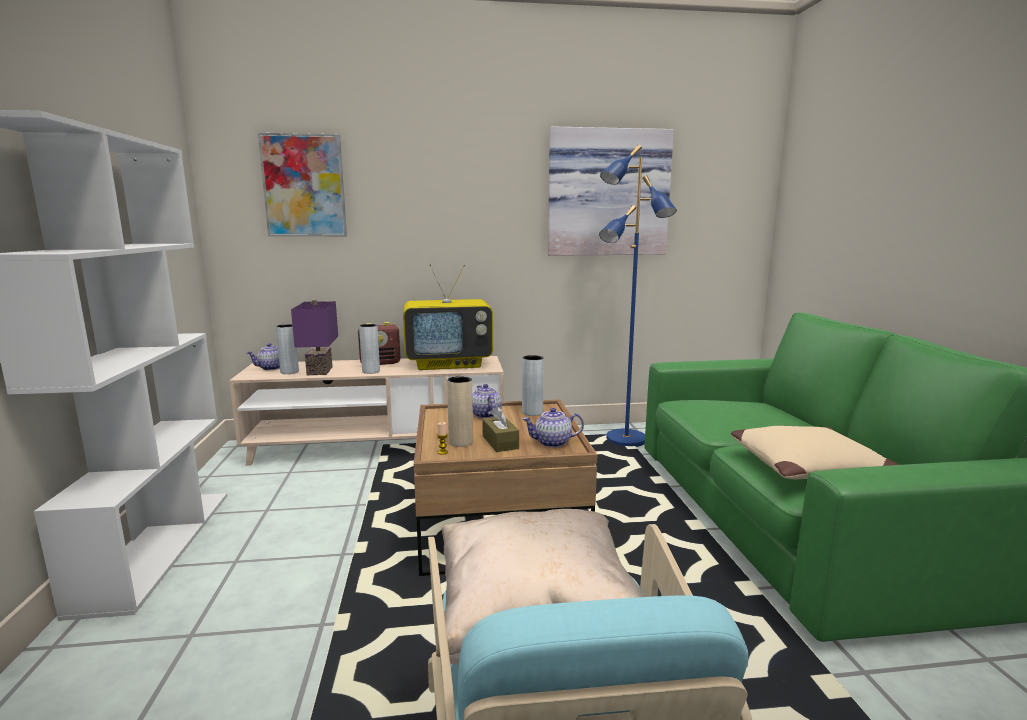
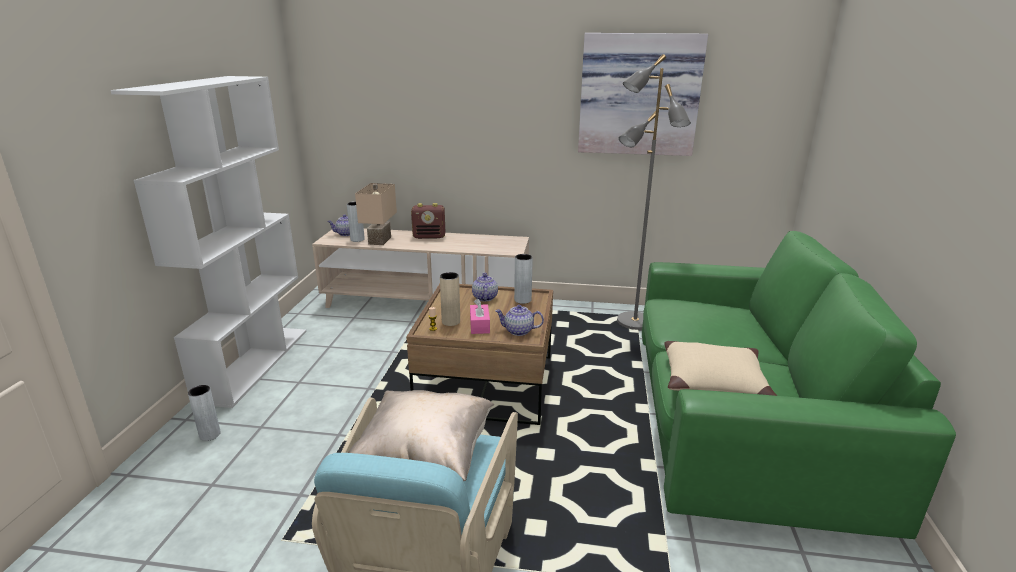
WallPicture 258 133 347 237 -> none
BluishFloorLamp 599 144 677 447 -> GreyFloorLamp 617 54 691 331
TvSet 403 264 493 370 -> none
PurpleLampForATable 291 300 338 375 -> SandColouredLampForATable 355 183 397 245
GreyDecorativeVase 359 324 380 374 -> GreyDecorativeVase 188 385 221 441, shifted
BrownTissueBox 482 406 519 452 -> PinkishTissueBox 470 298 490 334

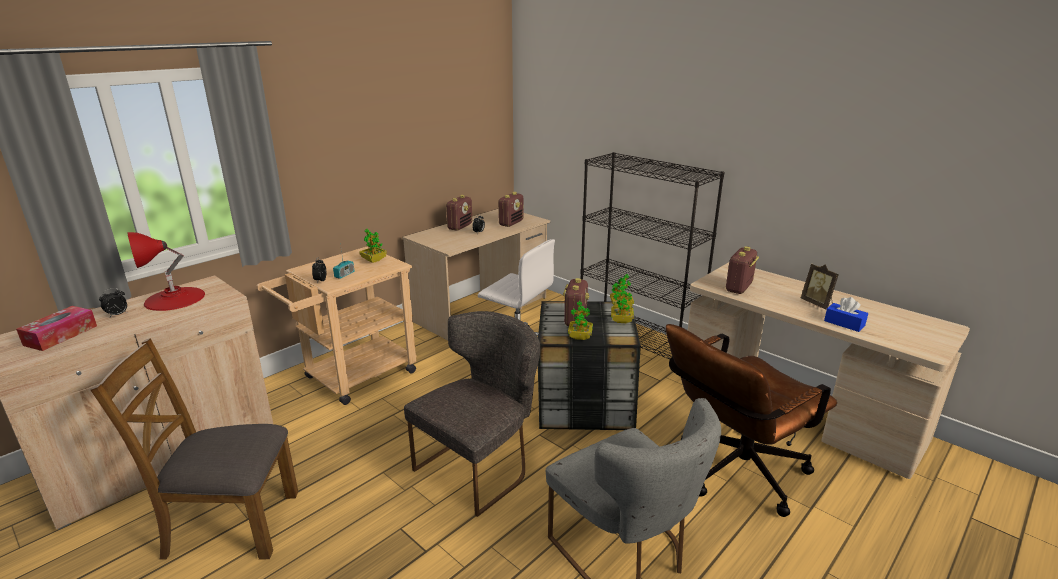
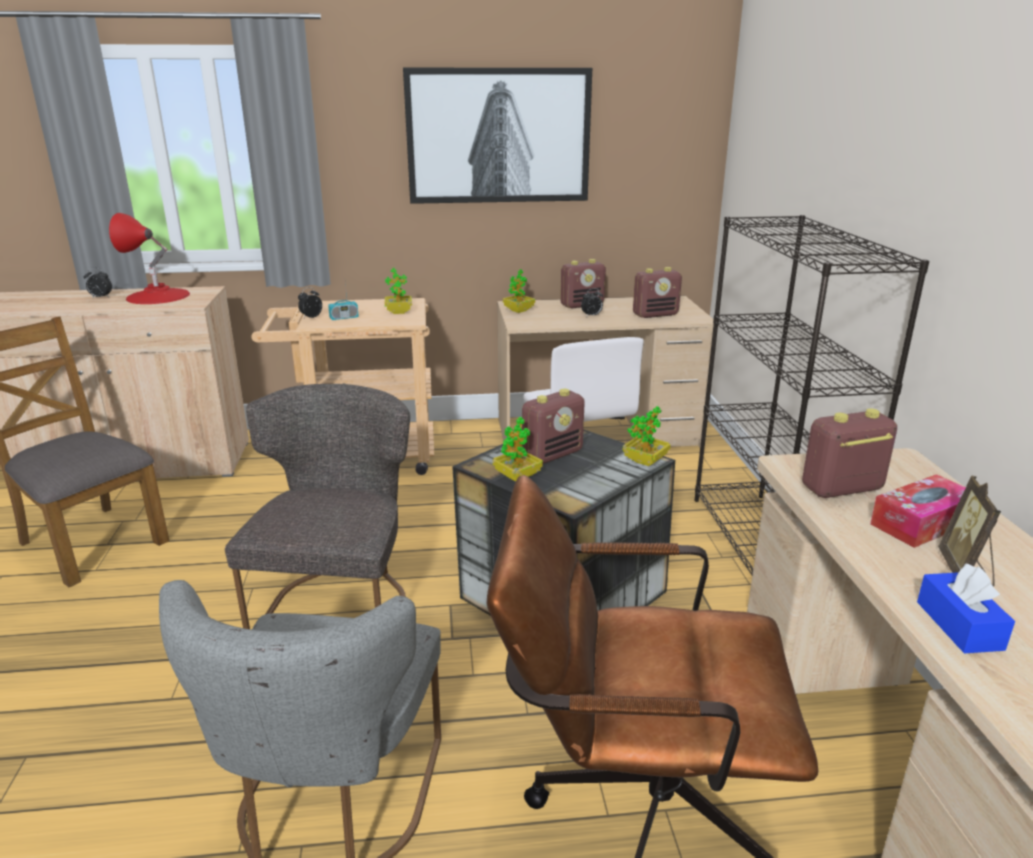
PlantInAPot 611 286 634 323 -> PlantInAPot 503 269 535 313, shifted
TissueBox 16 306 97 351 -> TissueBox 870 474 966 548, shifted
GreyUprightChair 404 311 540 517 -> GreyUprightChair 225 383 410 629, 75 degrees counterclockwise
none -> WallPicture 403 68 592 204

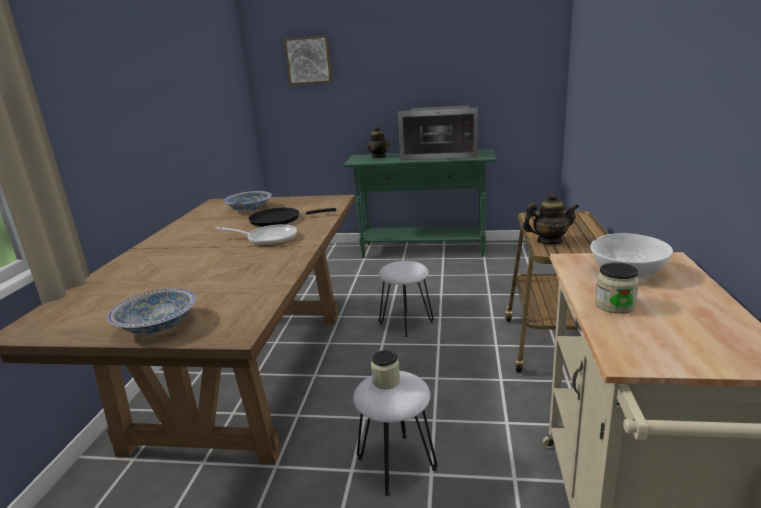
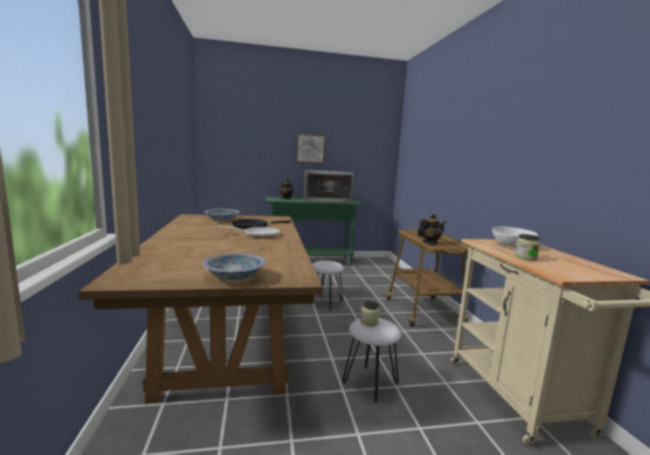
WallPicture 284 36 332 85 -> WallPicture 296 134 325 163, shifted

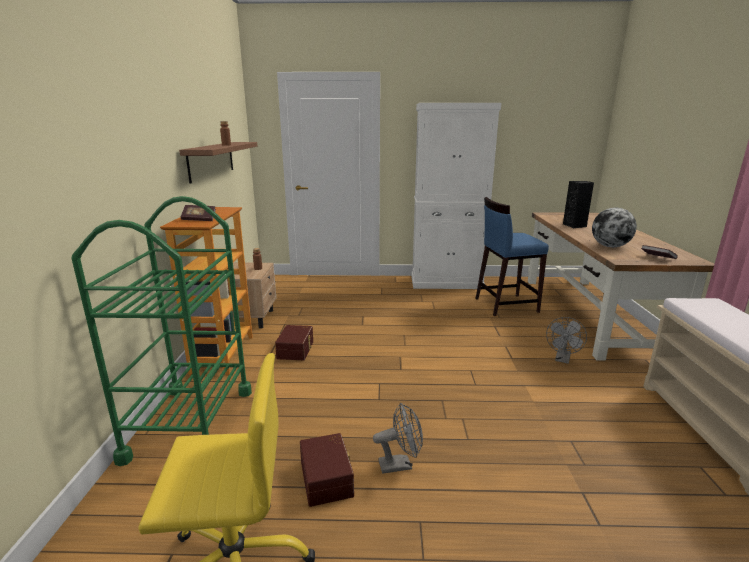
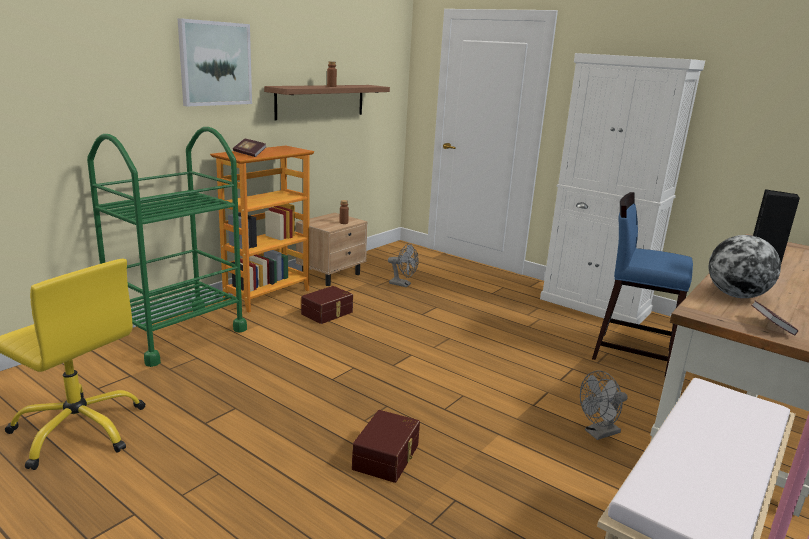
GreyCoolingFan 373 403 423 474 -> GreyCoolingFan 388 243 419 287, shifted
BrownStorageBin 300 433 354 507 -> BrownStorageBin 352 410 420 483, shifted
none -> WallPicture 178 18 252 107

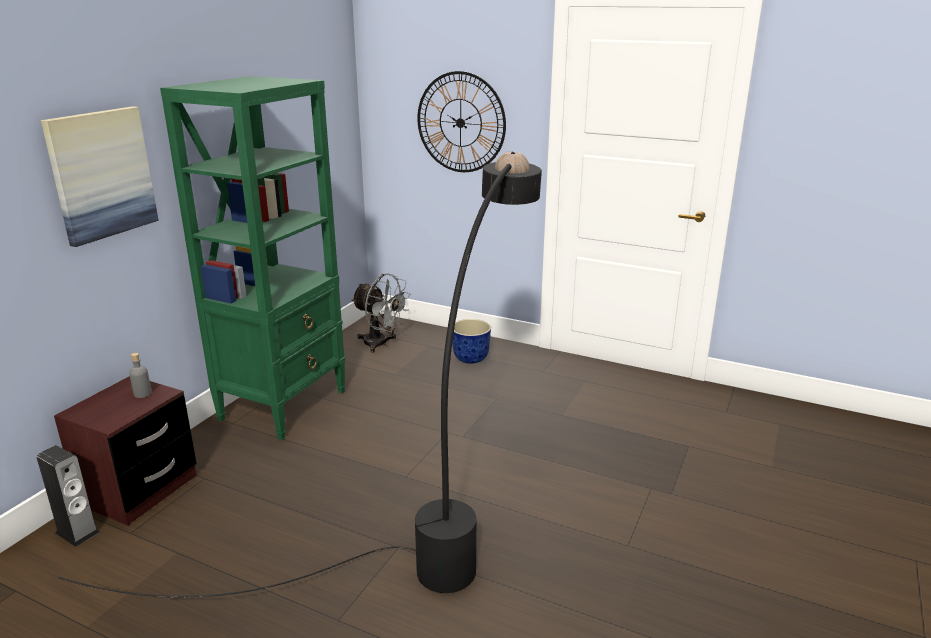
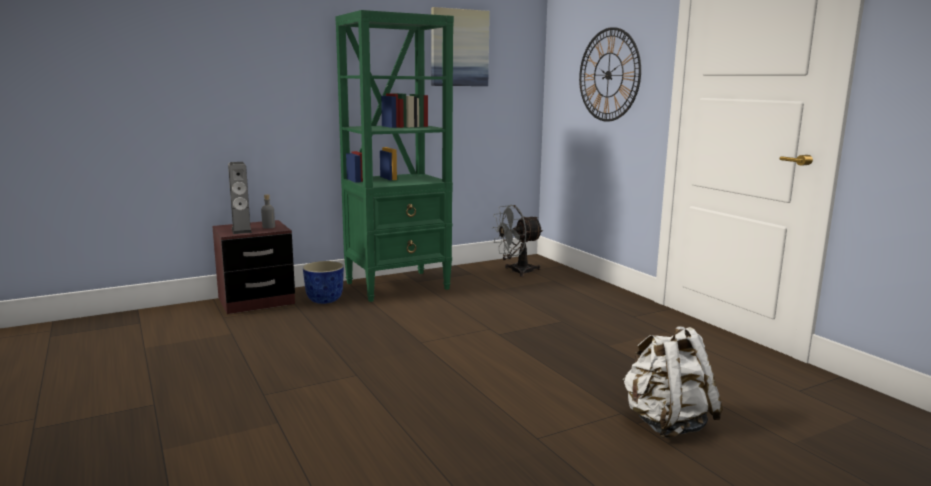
WallPicture 41 106 159 247 -> WallPicture 431 7 490 86, shifted
BlackFloorLamp 58 152 542 597 -> none
GreyCoolingFan 351 273 410 353 -> GreyCoolingFan 492 205 543 277, 90 degrees clockwise
FlowerPot 452 319 491 364 -> FlowerPot 303 261 344 304, shifted
Speaker 36 445 100 547 -> Speaker 228 162 252 234, shifted
none -> WhitishBackpack 623 326 723 438

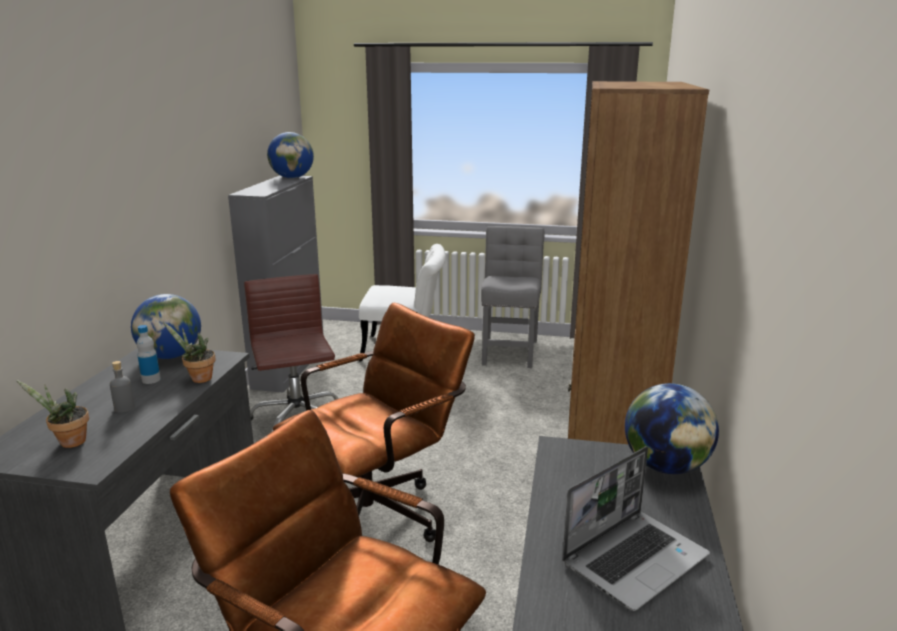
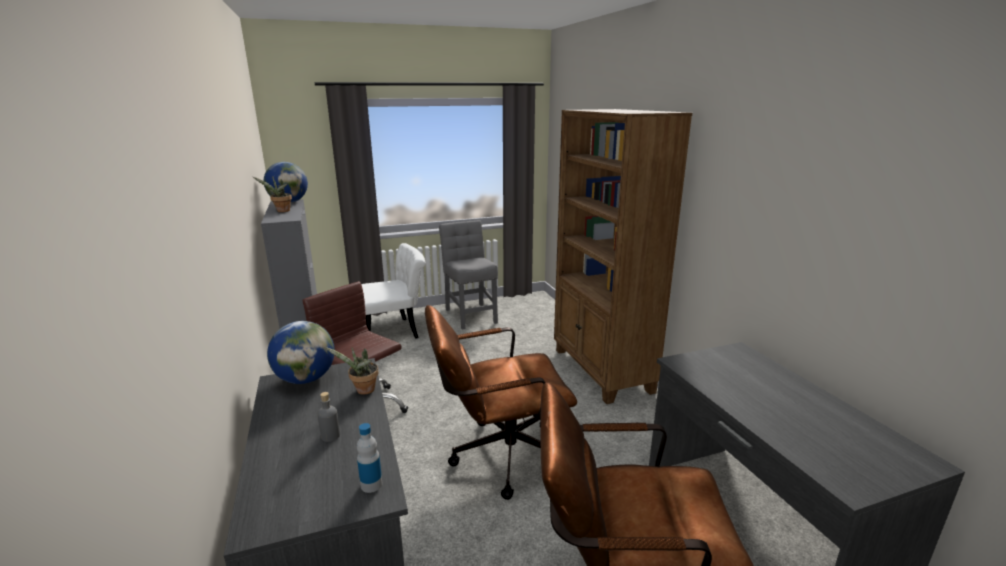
BrownOfficeChair 273 303 475 542 -> BrownOfficeChair 425 305 577 500, 120 degrees counterclockwise
Bottle 137 325 161 384 -> Bottle 357 423 382 493, shifted
PlantInAPot 17 380 89 448 -> PlantInAPot 253 176 292 212, shifted
DeskGlobe 625 383 719 474 -> none
Laptop 562 446 710 611 -> none

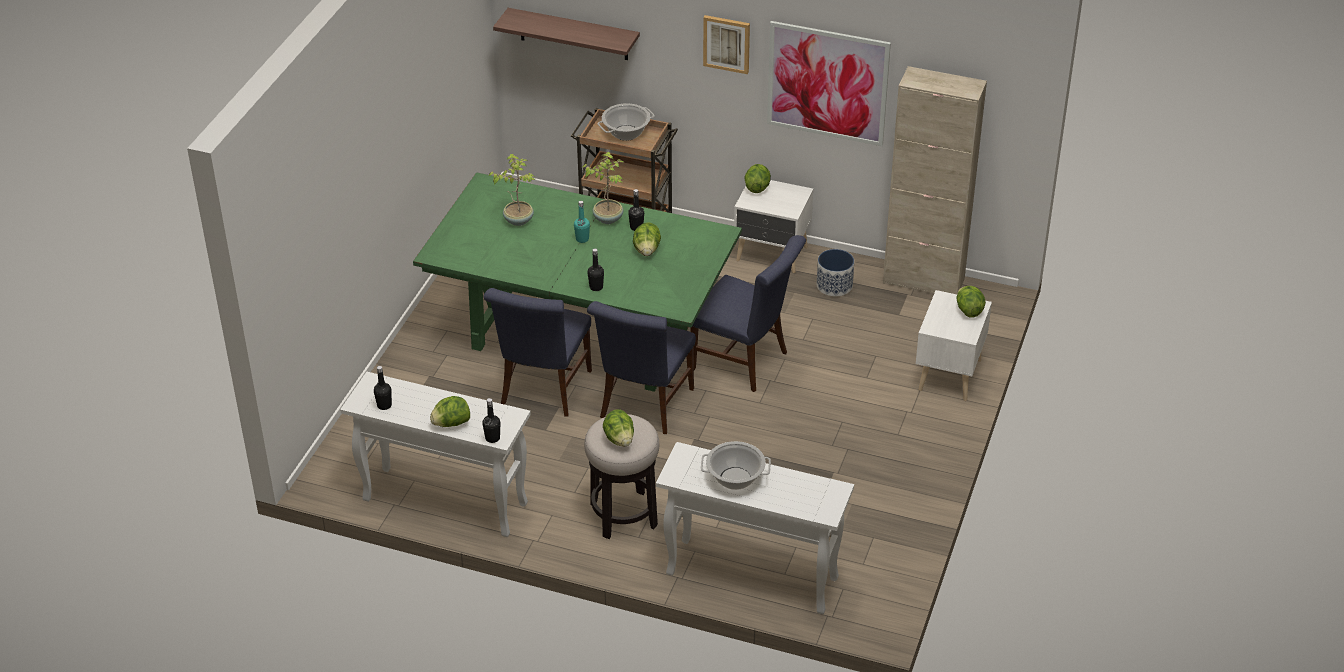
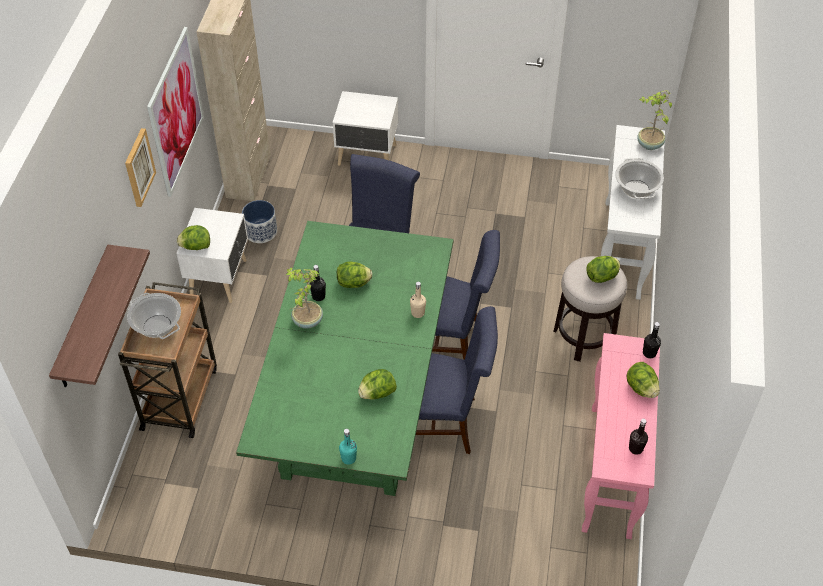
PlantInAPot 489 154 535 226 -> PlantInAPot 637 90 672 150, shifted
TurquoiseBottle 574 201 590 243 -> TurquoiseBottle 339 429 357 465, shifted
BlackBottle 587 248 604 291 -> SandColouredBottle 410 282 426 318
LettuceHead 956 286 986 317 -> LettuceHead 358 369 397 399, shifted
WhitishHallTable 340 372 531 537 -> PinkishHallTable 582 333 660 539

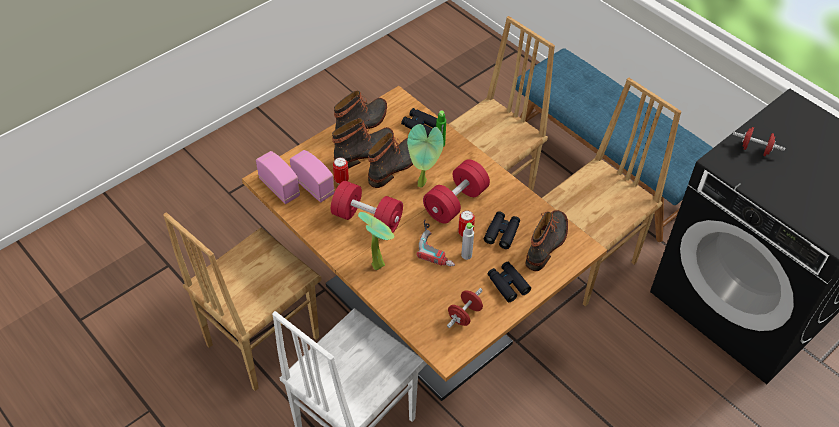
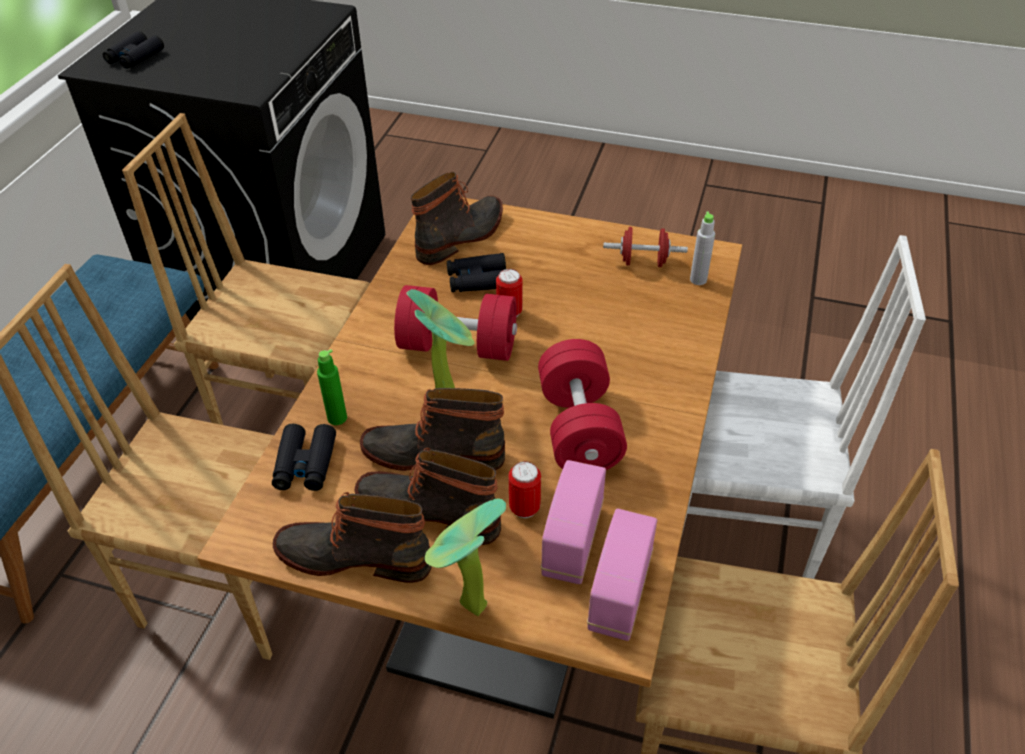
RedFreeWeight 733 127 785 156 -> none
TallBoot 525 210 568 271 -> TallBoot 411 172 503 265, 135 degrees clockwise
PlantInAPot 358 212 394 270 -> PlantInAPot 425 499 506 616, shifted
PowerDrill 417 219 455 267 -> none
GreyBottle 461 223 474 260 -> GreyBottle 690 212 715 285, shifted
BlackPairOfBinoculars 488 262 531 302 -> BlackPairOfBinoculars 103 31 164 69, shifted

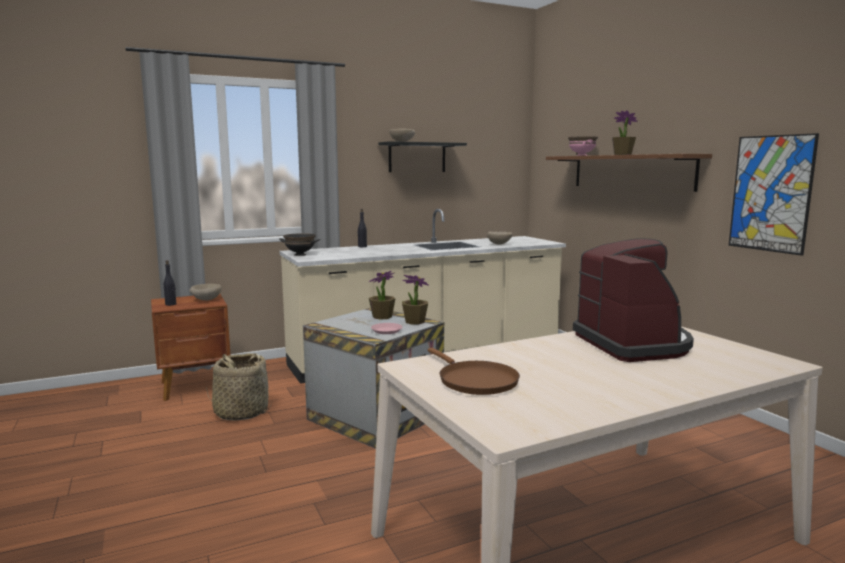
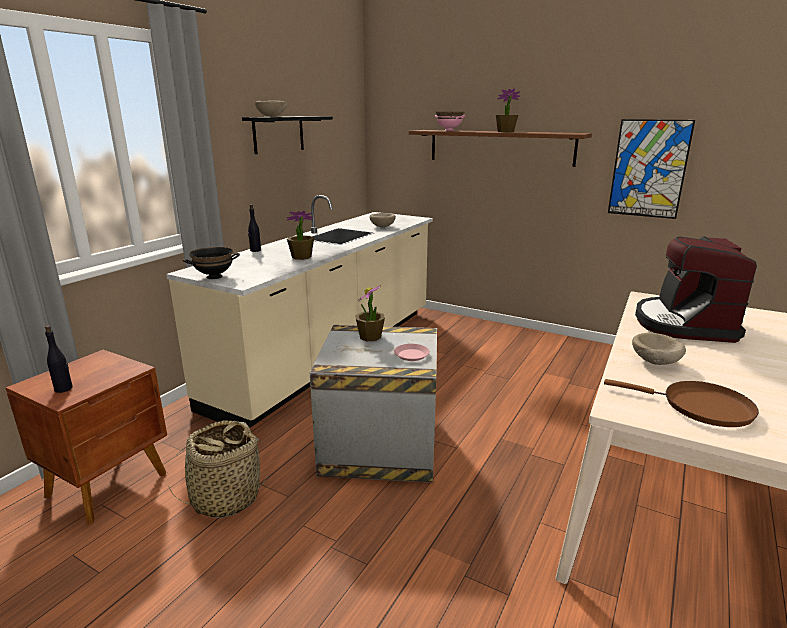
CoffeeBrewer 573 238 694 362 -> CoffeeBrewer 635 236 757 343, 120 degrees counterclockwise
PlantInAPot 402 275 429 324 -> PlantInAPot 287 211 314 260, shifted
SandColouredBowl 189 284 222 300 -> SandColouredBowl 632 333 686 365, shifted

